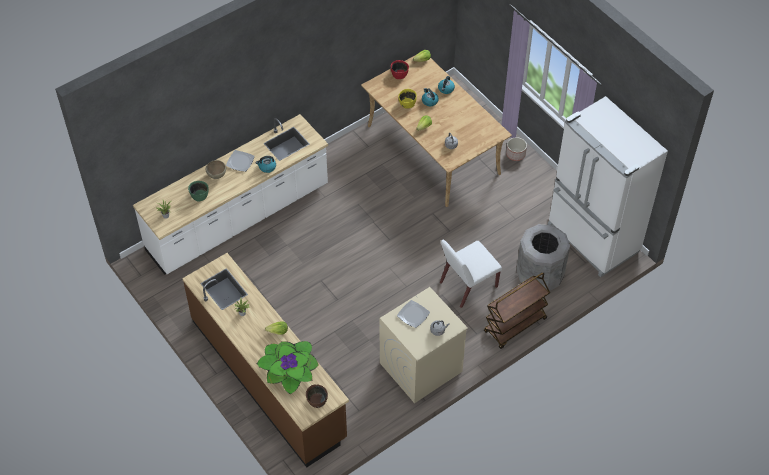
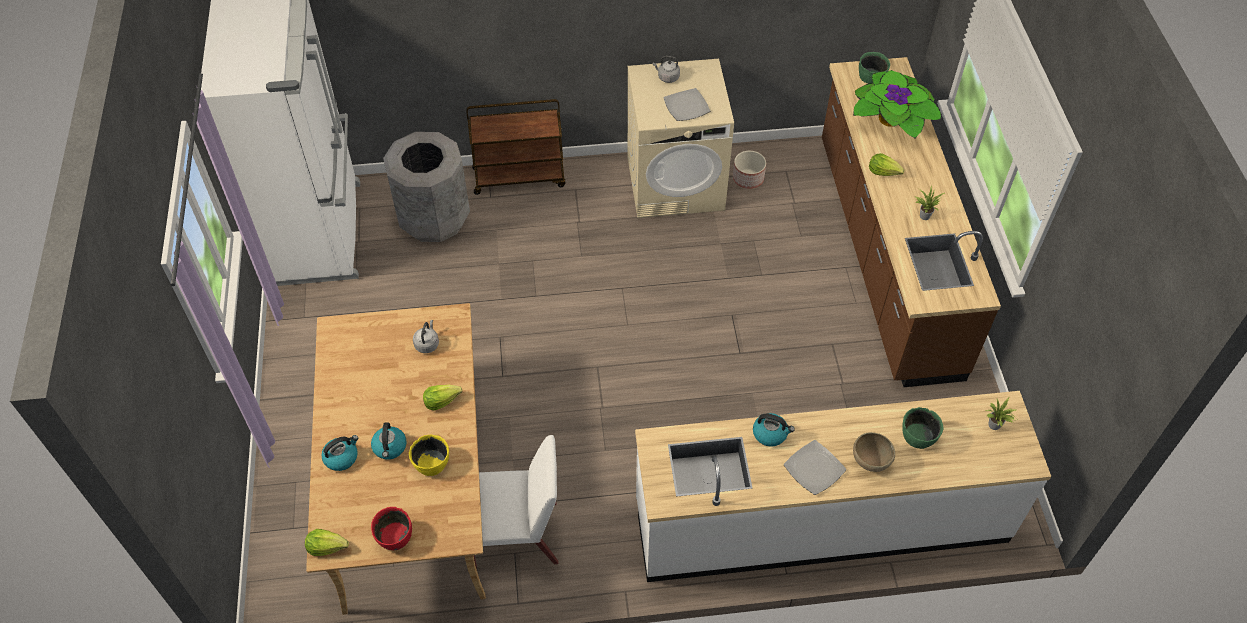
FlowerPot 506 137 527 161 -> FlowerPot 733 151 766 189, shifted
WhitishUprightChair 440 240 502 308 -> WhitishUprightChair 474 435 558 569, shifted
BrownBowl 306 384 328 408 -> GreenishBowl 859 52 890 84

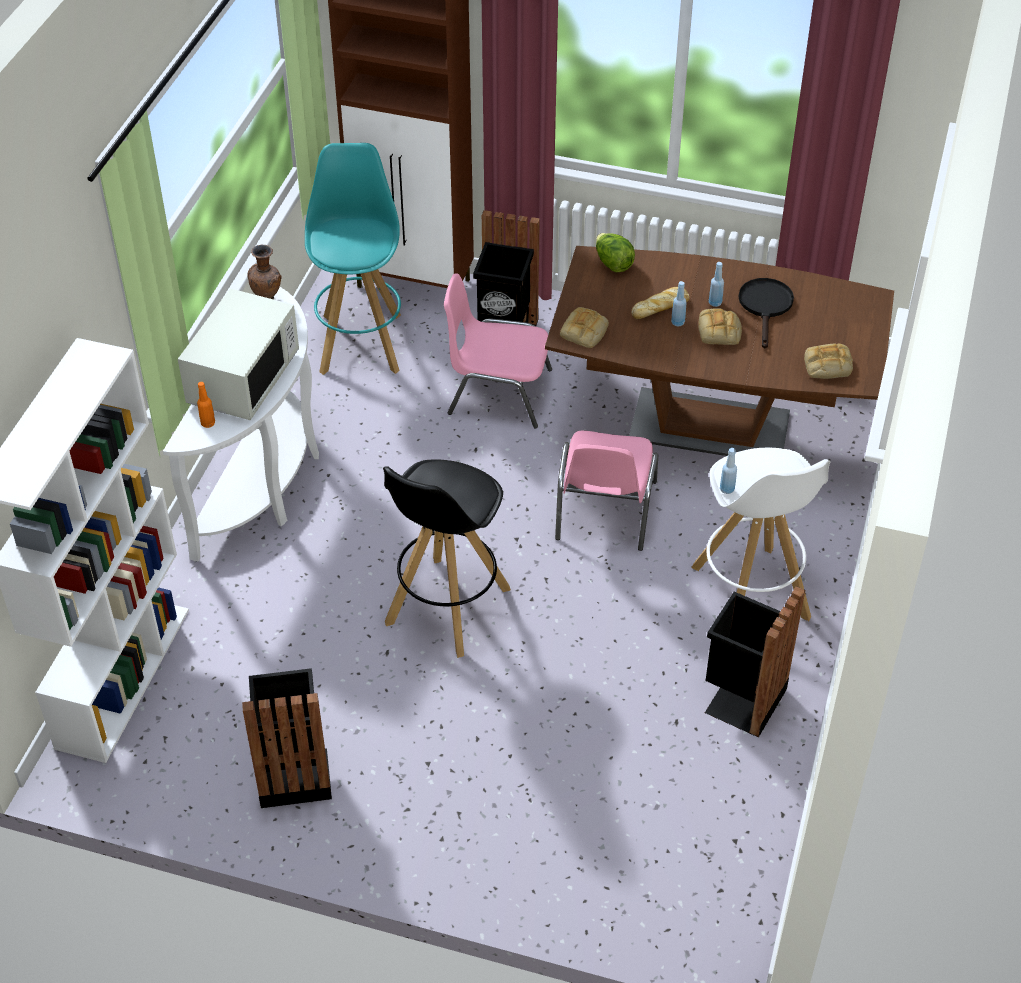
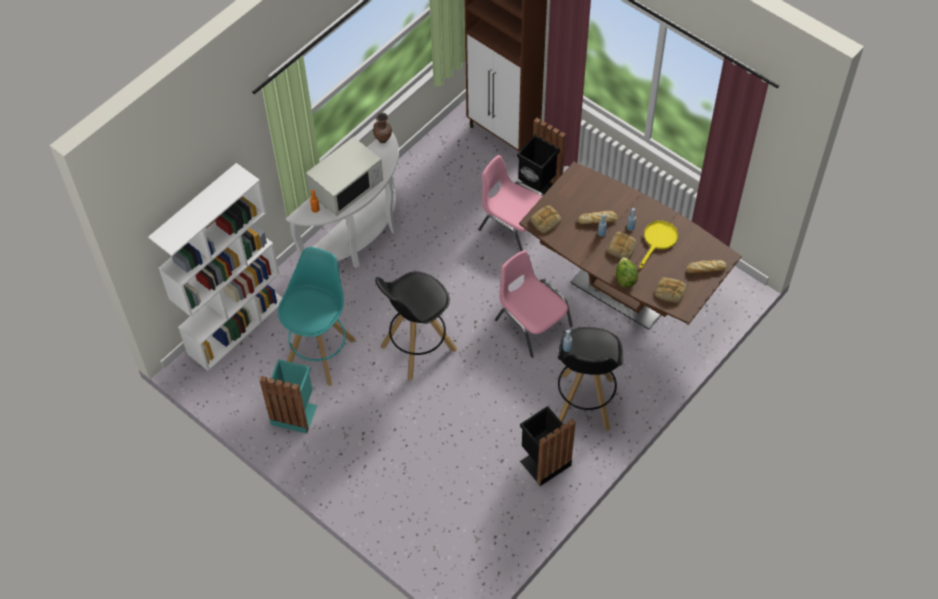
TurquoiseSittingStool 305 143 401 375 -> TurquoiseSittingStool 278 247 356 386, shifted
LettuceHead 596 233 635 273 -> LettuceHead 616 257 638 287, shifted
BlackPan 739 278 794 348 -> YellowPan 639 221 678 268
PinkishUprightChair 555 430 658 551 -> PinkishUprightChair 495 250 573 358, 105 degrees clockwise
WhitishSittingStool 691 448 830 621 -> BlackSittingStool 558 327 623 431
BlackWasteBin 242 668 332 808 -> TurquoiseWasteBin 260 359 318 434
none -> Bread 686 260 727 273

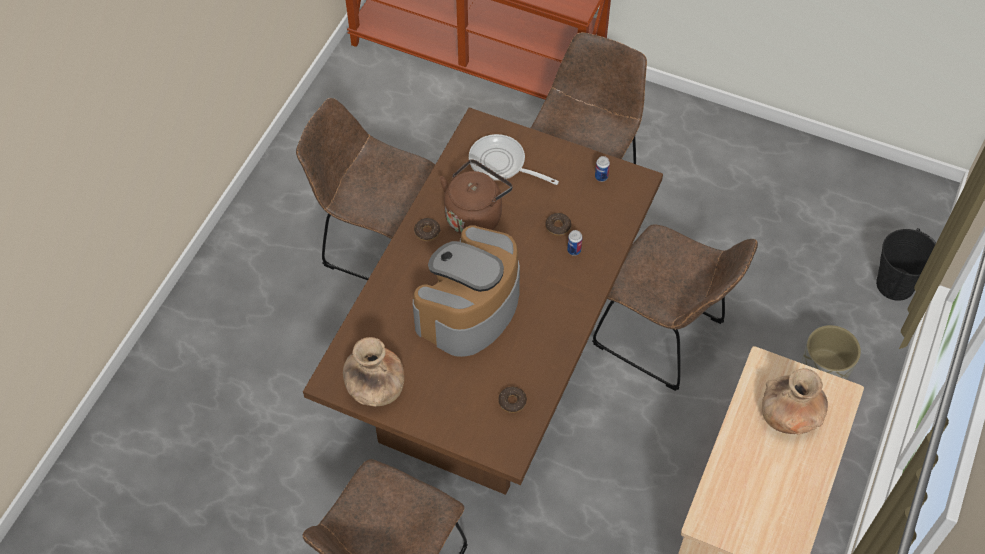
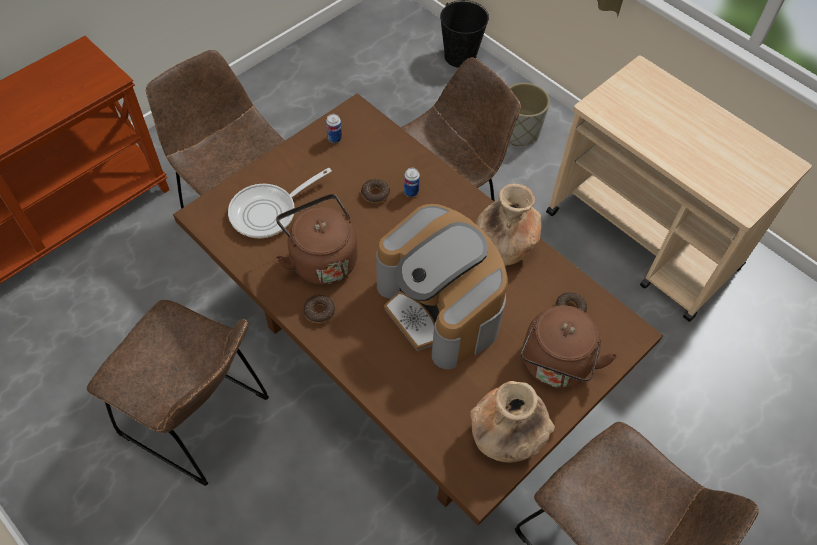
BrownUprightChair 296 98 435 280 -> BrownUprightChair 87 300 269 486, 105 degrees counterclockwise
BrownDecorativeVase 762 368 828 434 -> BrownDecorativeVase 476 184 541 266, shifted
none -> BrownTeaKettle 521 305 617 388

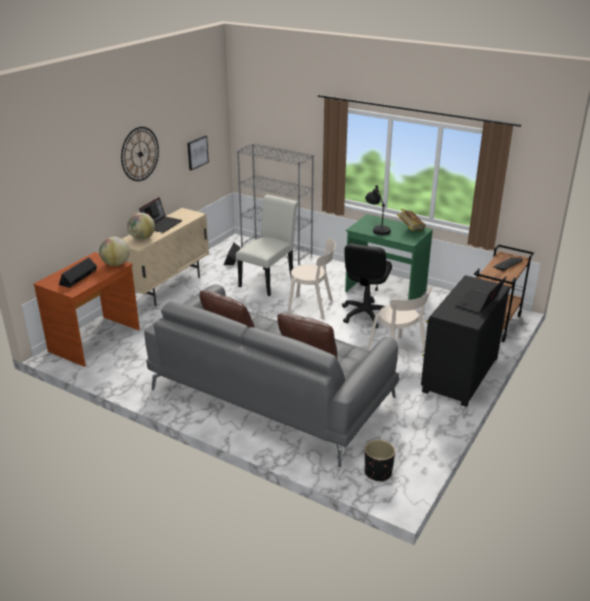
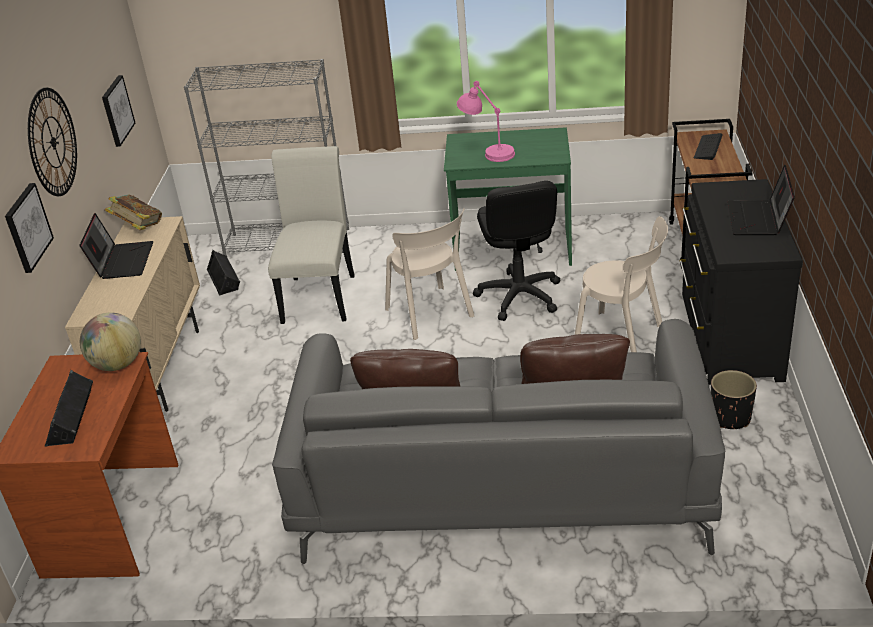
BlackLampForATable 365 185 391 235 -> PinkishLampForATable 457 81 515 162
Volume 397 209 426 231 -> Volume 105 194 162 230, shifted
DeskGlobe 127 212 155 240 -> none
SandColouredUprightChair 287 238 336 320 -> SandColouredUprightChair 385 208 474 340, 75 degrees clockwise
BlackFlowerPot 365 440 395 482 -> BlackFlowerPot 711 370 757 429, shifted
none -> WallPicture 5 183 54 273

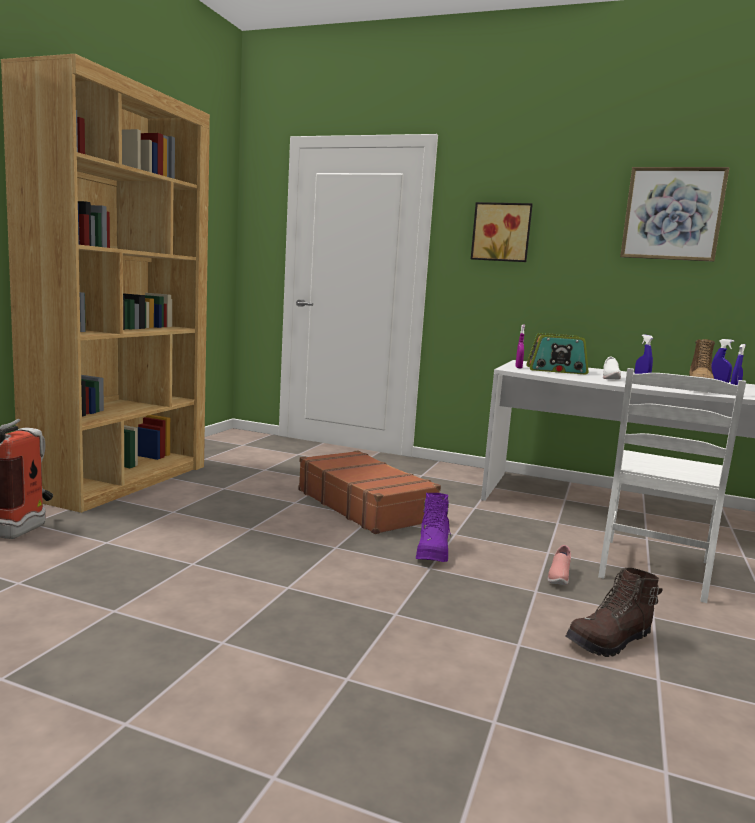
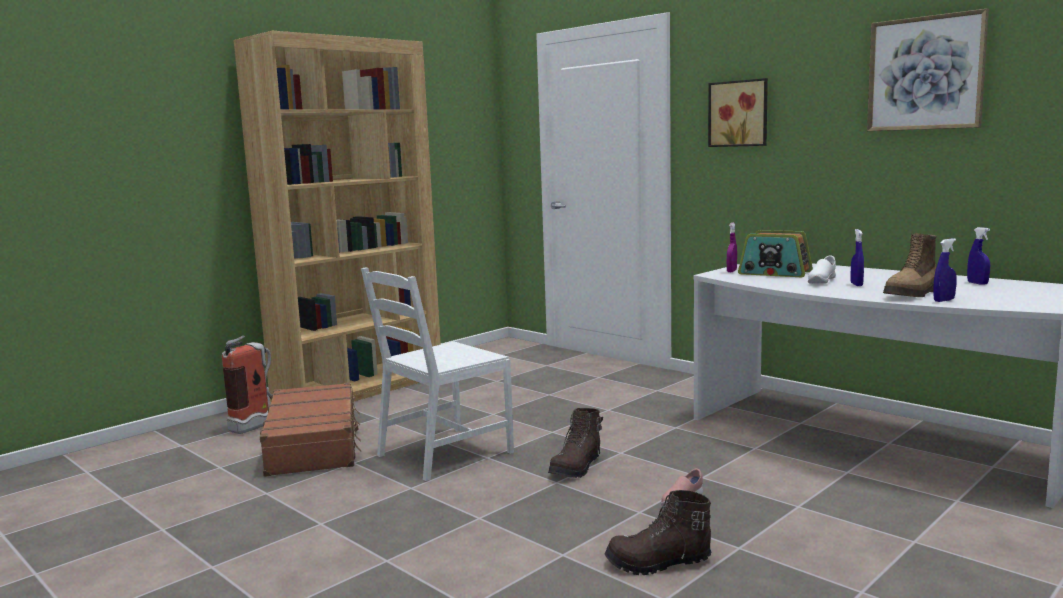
WhitishUprightChair 598 368 746 603 -> WhitishUprightChair 361 268 514 481, shifted
BrownTravelCase 298 450 441 534 -> BrownTravelCase 260 382 361 477, shifted
PurpleTallBoot 416 493 451 562 -> BrownTallBoot 548 408 603 478

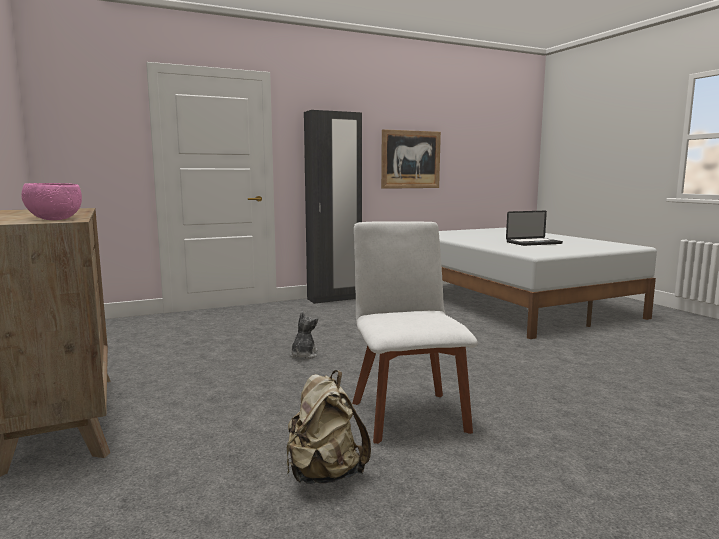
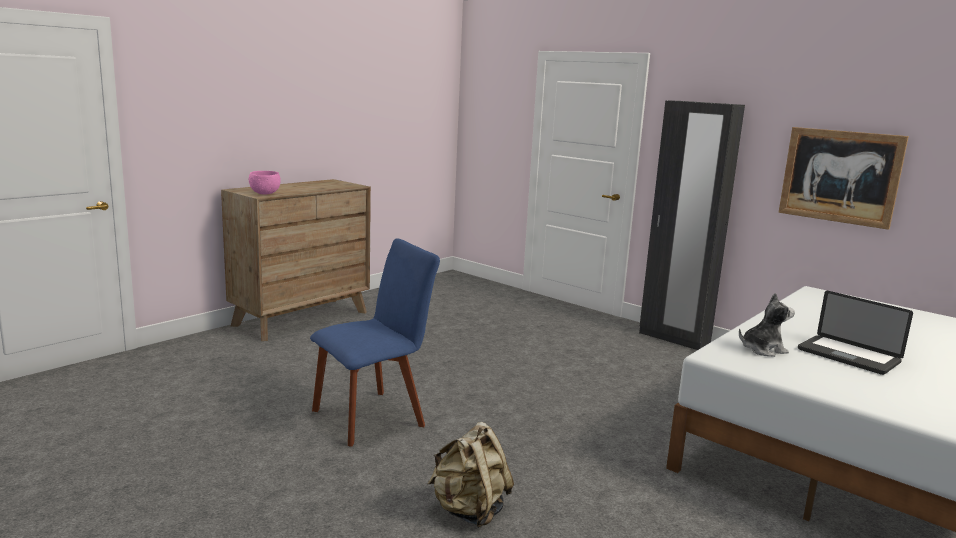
WhitishUprightChair 352 221 478 444 -> BluishUprightChair 310 238 440 447
PlushToy 290 312 318 359 -> PlushToy 739 293 795 357, shifted
SandColouredBackpack 287 370 371 484 -> SandColouredBackpack 428 422 514 528, shifted

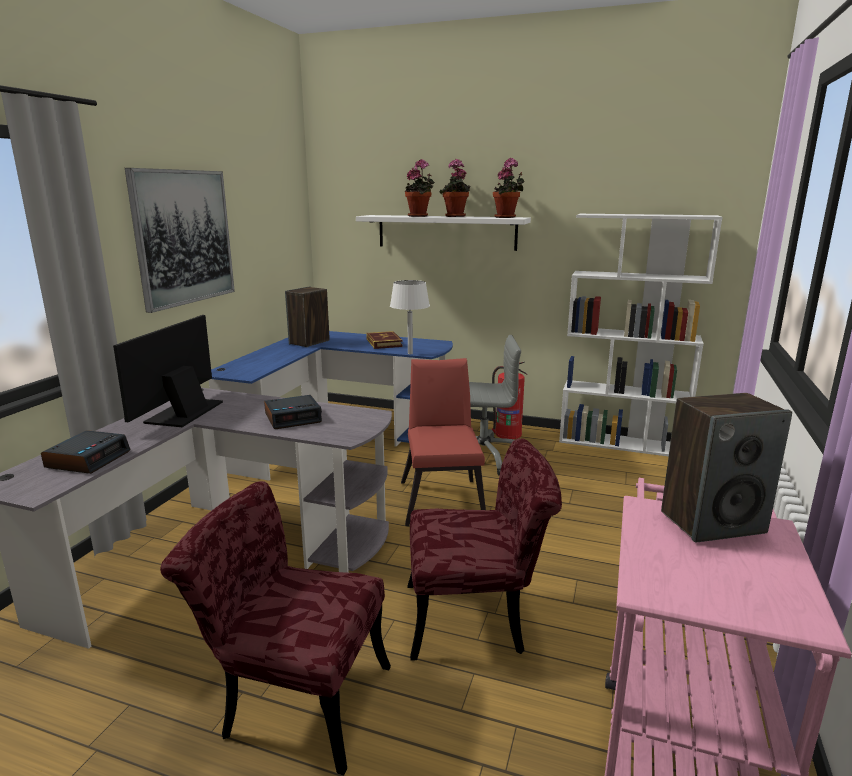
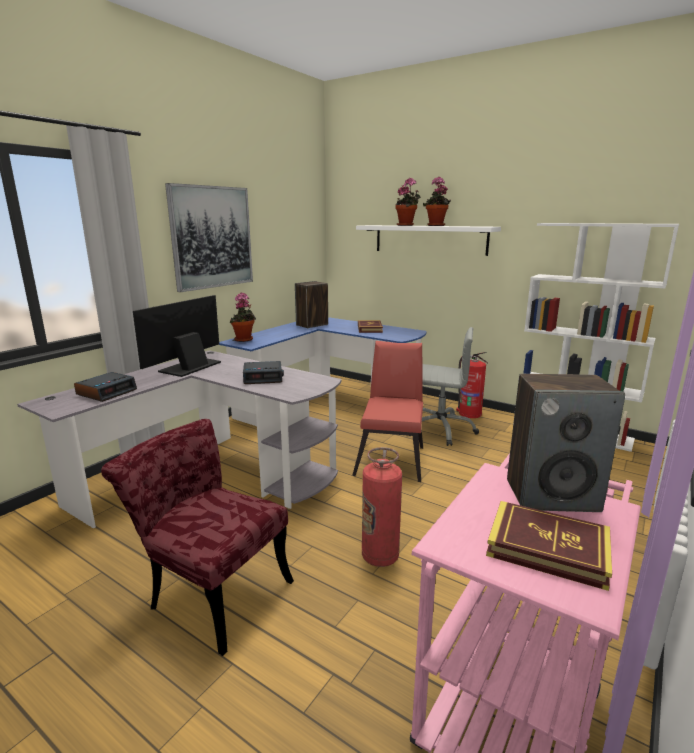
PlantInAPot 493 158 525 218 -> PlantInAPot 230 293 256 342, shifted
WhitishLampForATable 390 280 430 354 -> none
RedUprightChair 407 438 562 661 -> FireFightingCylinder 362 447 402 567
none -> Volume 486 501 612 591

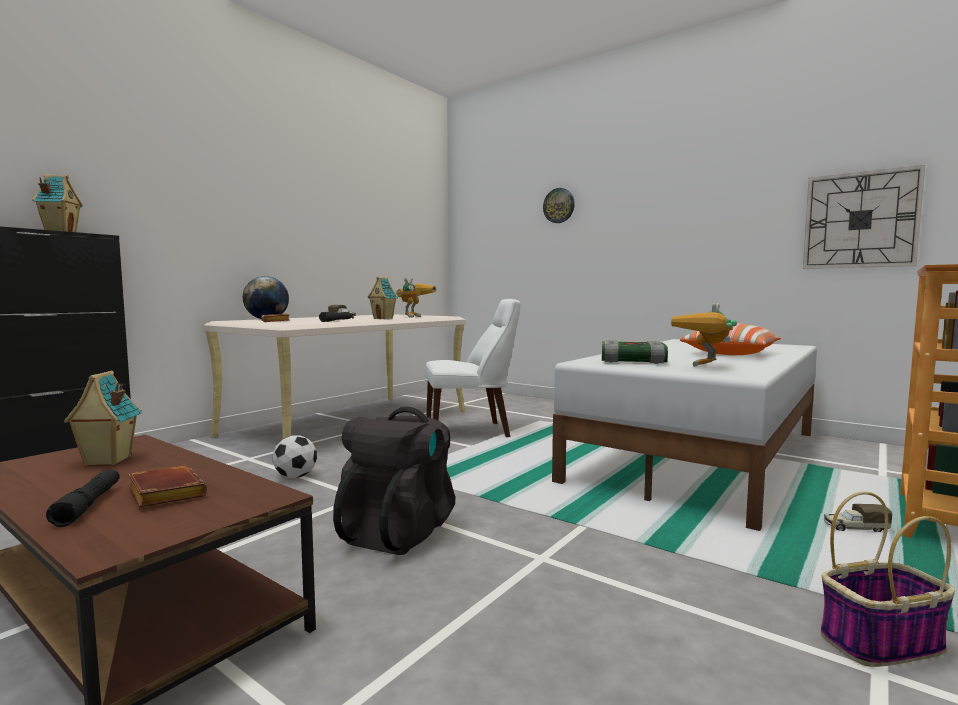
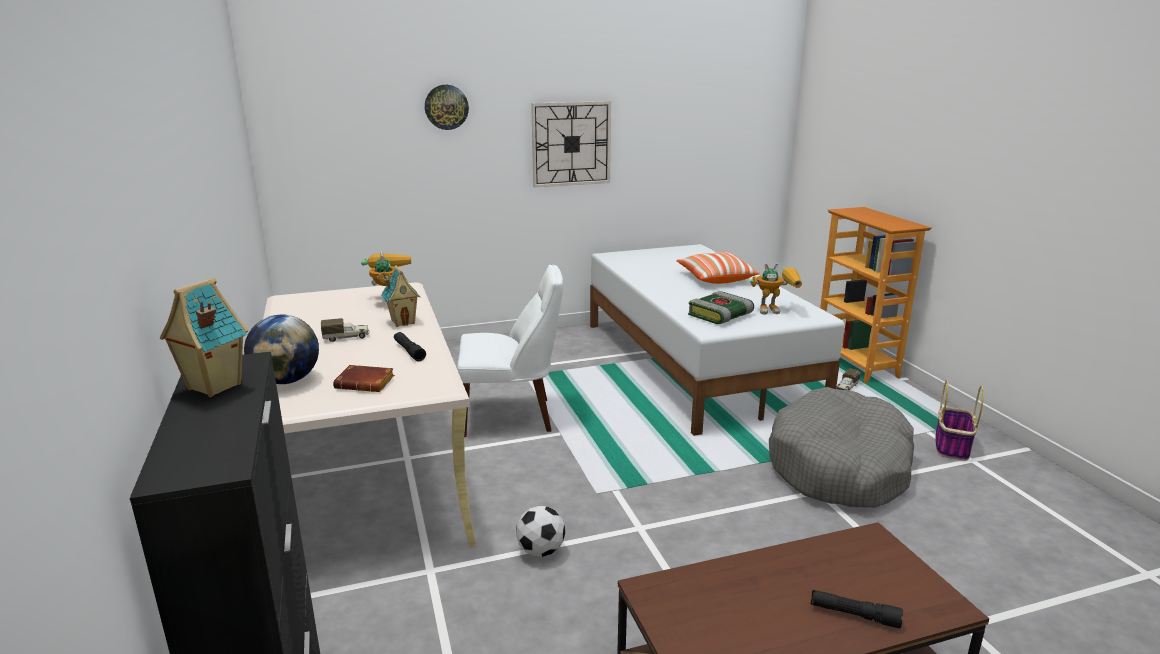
HangingClock 803 165 925 269 -> HangingClock 531 101 611 188, shifted
WhitishUprightChair 426 299 521 437 -> WhitishUprightChair 458 264 563 437, 60 degrees clockwise
RobotFigure 671 303 737 367 -> RobotFigure 750 263 802 314, 75 degrees counterclockwise
ToyHouse 64 371 142 466 -> none
BlackBackpack 333 407 455 555 -> none
BrownVolume 128 465 207 507 -> none
none -> GreyPetBed 769 387 914 508

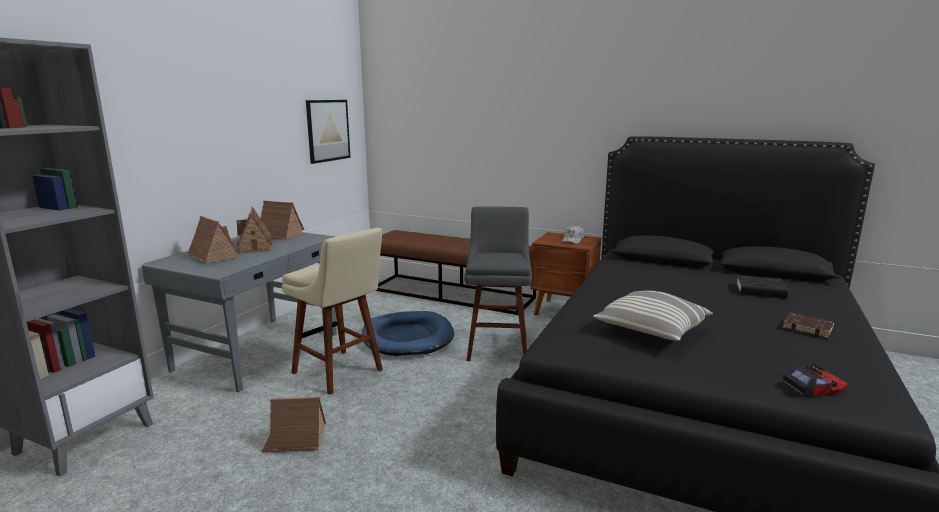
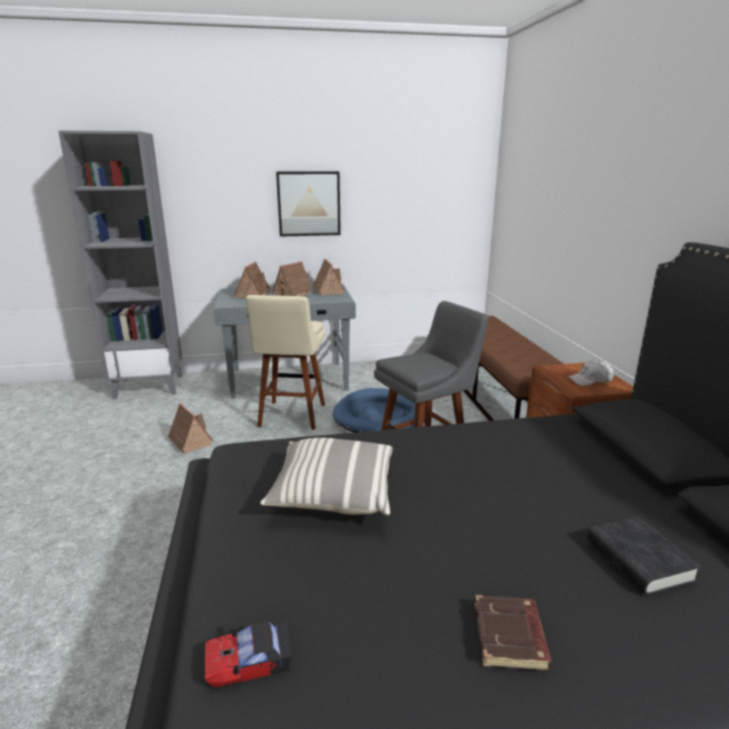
WallPicture 306 100 351 164 -> WallPicture 276 171 341 237, shifted
MiniatureCar 783 363 848 397 -> MiniatureCar 205 622 292 688, 120 degrees clockwise

